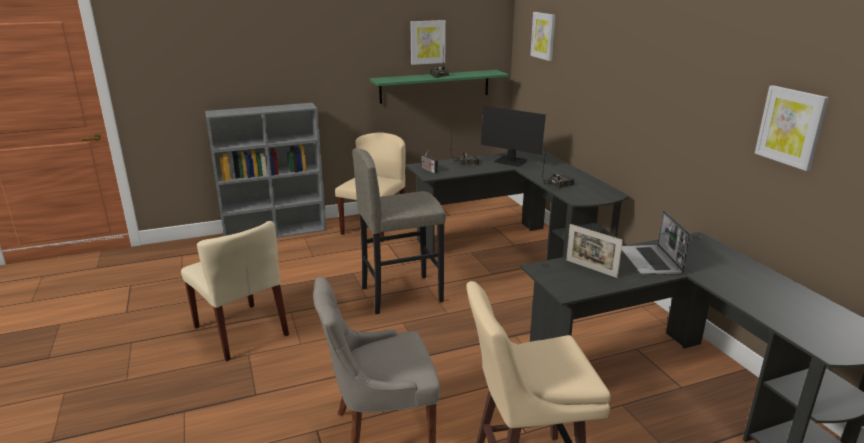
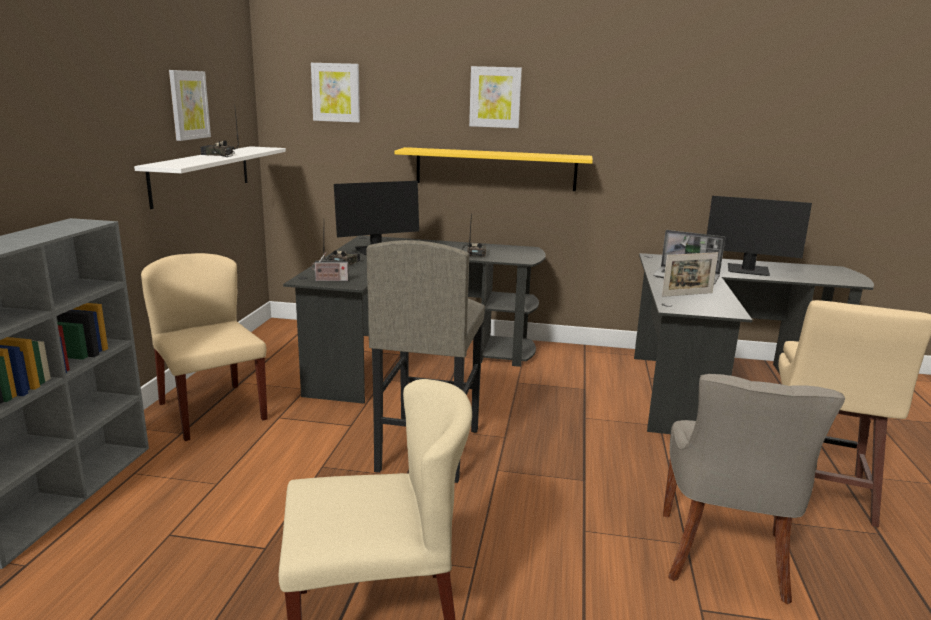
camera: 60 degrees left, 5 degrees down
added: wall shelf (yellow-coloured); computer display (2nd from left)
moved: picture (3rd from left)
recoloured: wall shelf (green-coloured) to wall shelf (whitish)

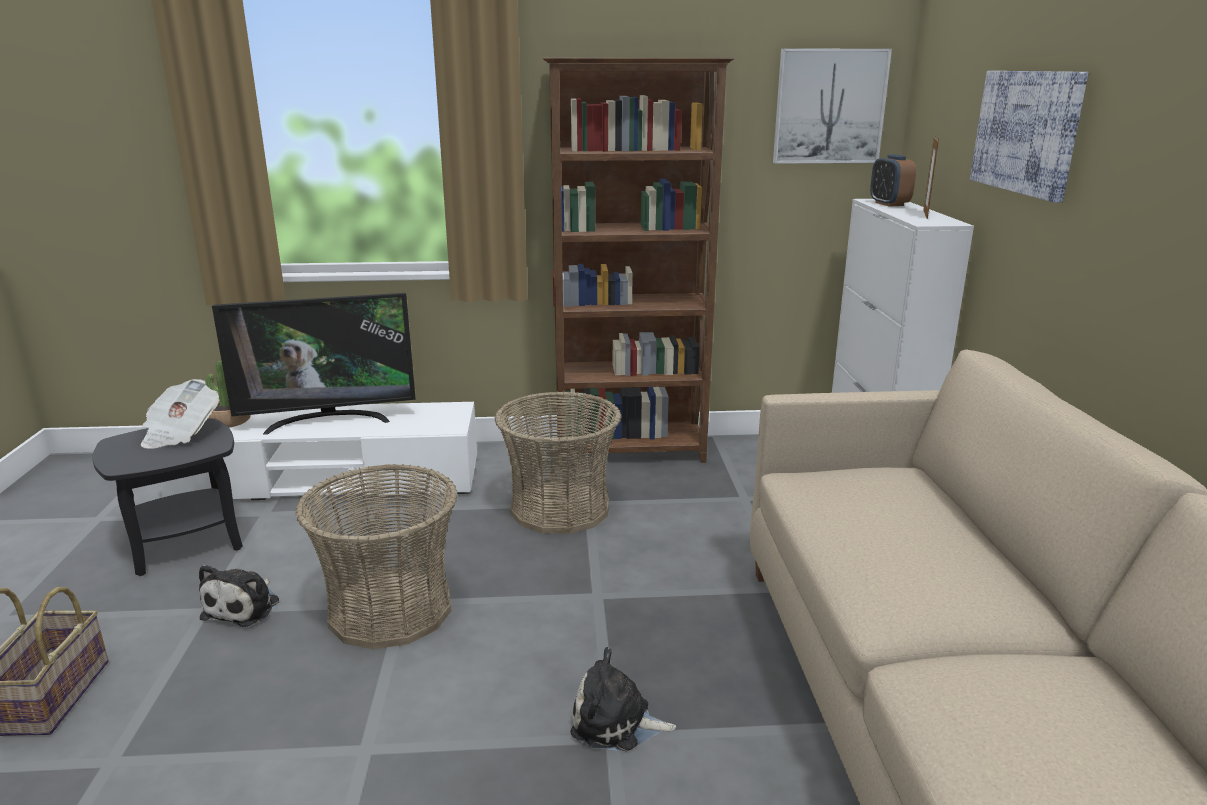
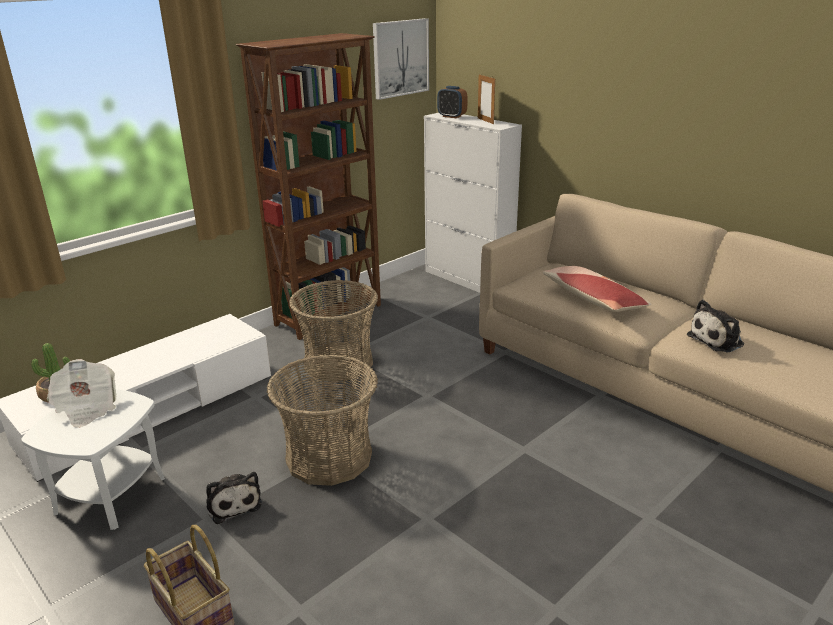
camera: 40 degrees left, 5 degrees up
removed: picture (2nd from left); TV
added: pillow
moved: soft toy (2nd from left)
recoloured: accent table (black) to accent table (whitish)

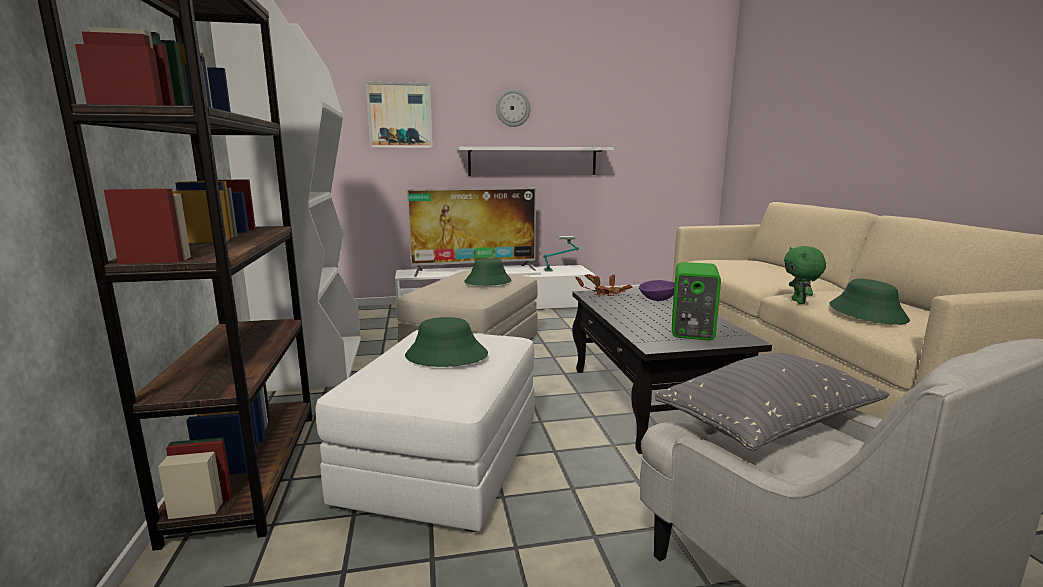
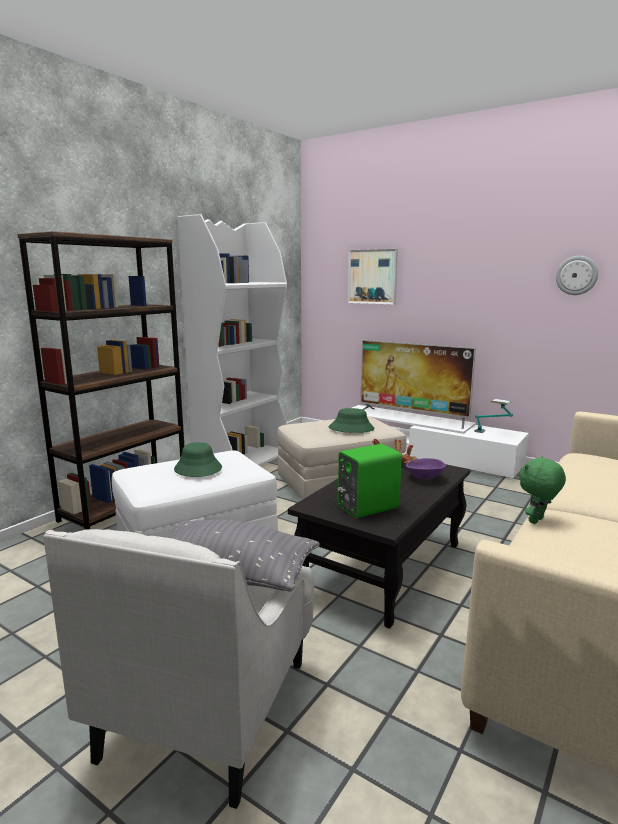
camera: 45 degrees right, 0 degrees up
removed: wall shelf (whitish); hat (green-coloured) (3rd from left)
moved: wall clock

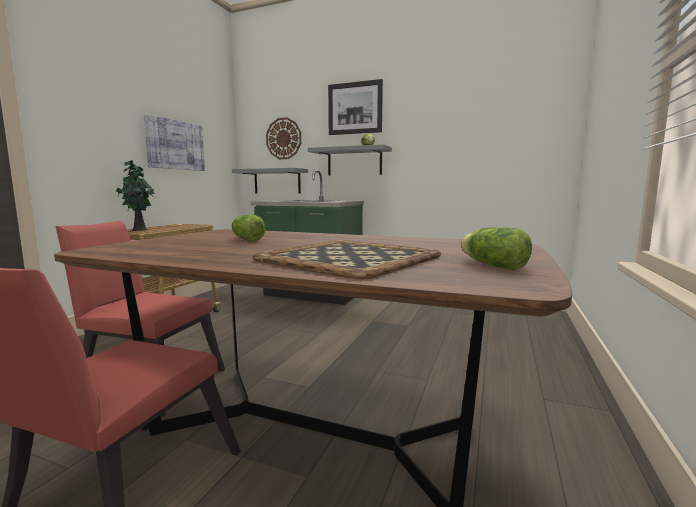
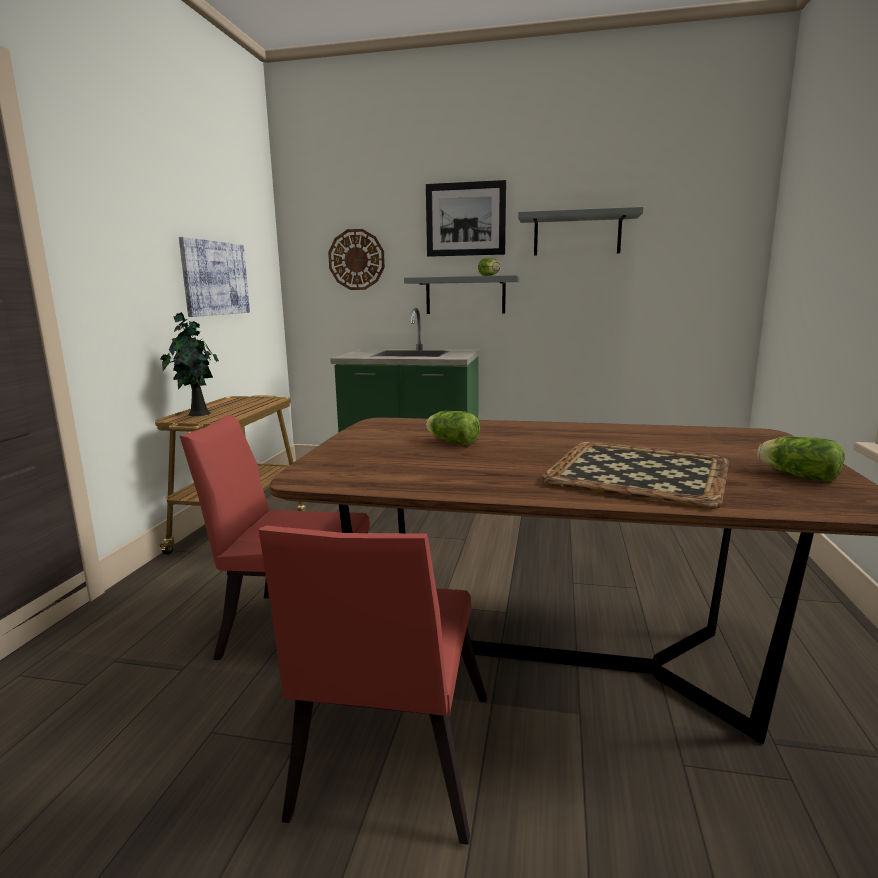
camera: 10 degrees left, 5 degrees up
moved: wall shelf (grey) (1st from left in the first image) to wall shelf (grey) (2nd from left)

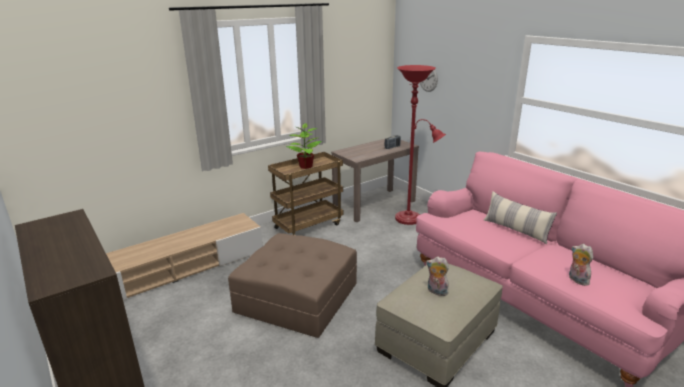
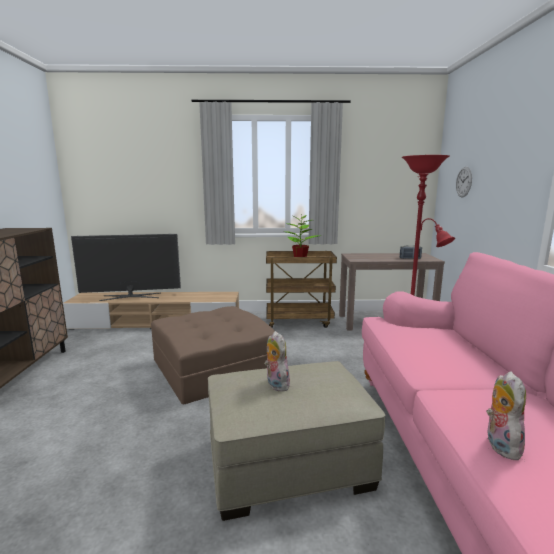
camera: 35 degrees right, 10 degrees down
removed: pillow
added: TV

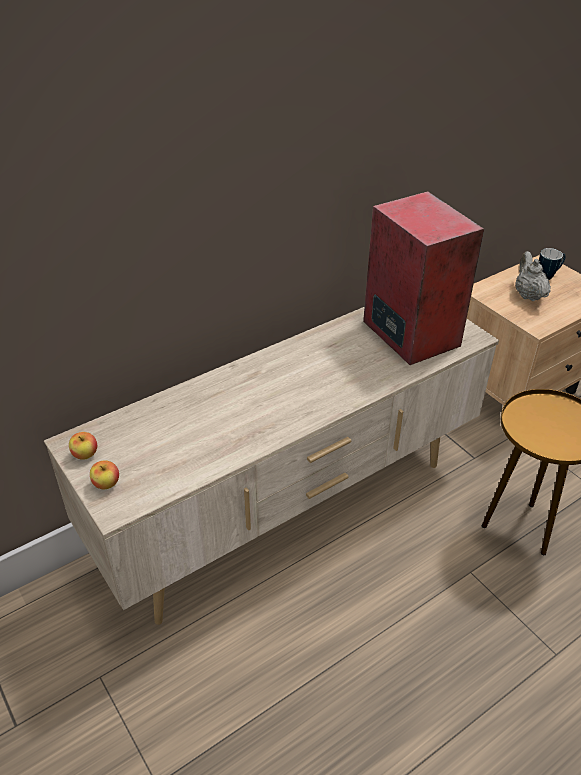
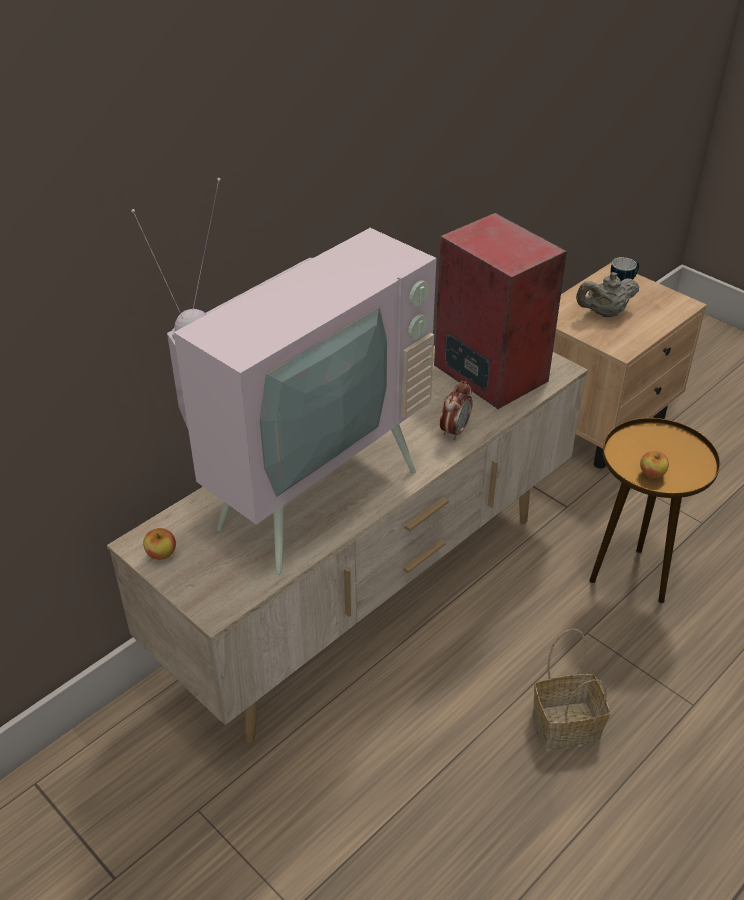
camera: 10 degrees left, 0 degrees up
added: TV; bedside clock; household basket
moved: whole apple (2nd from left)
turned: pot for tea (grey) 90 degrees counterclockwise

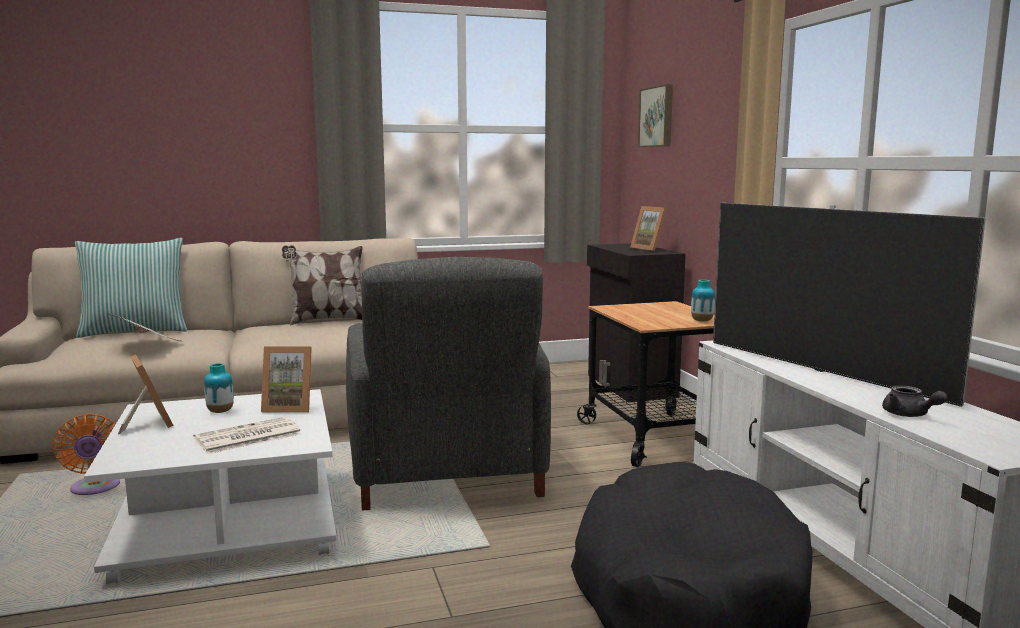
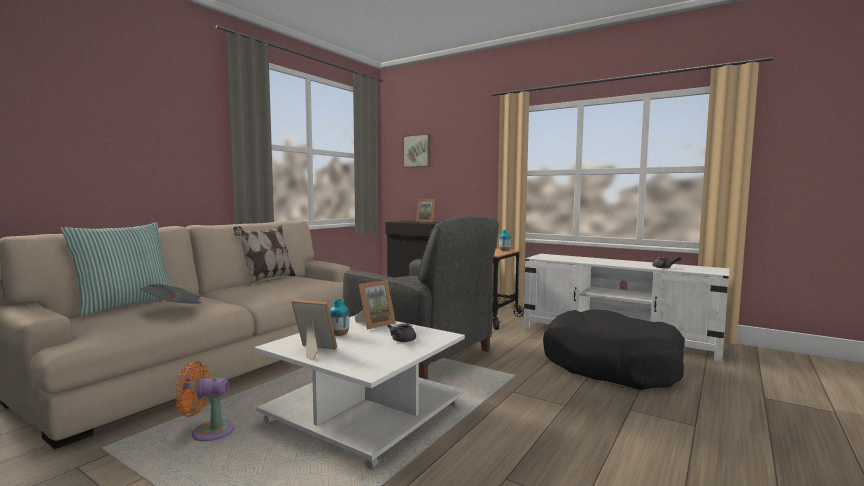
camera: 40 degrees left, 5 degrees down
removed: TV
replaced: newspaper (2nd from left) to pot for tea (grey) (1st from left)
turned: fan (orangey) 150 degrees clockwise

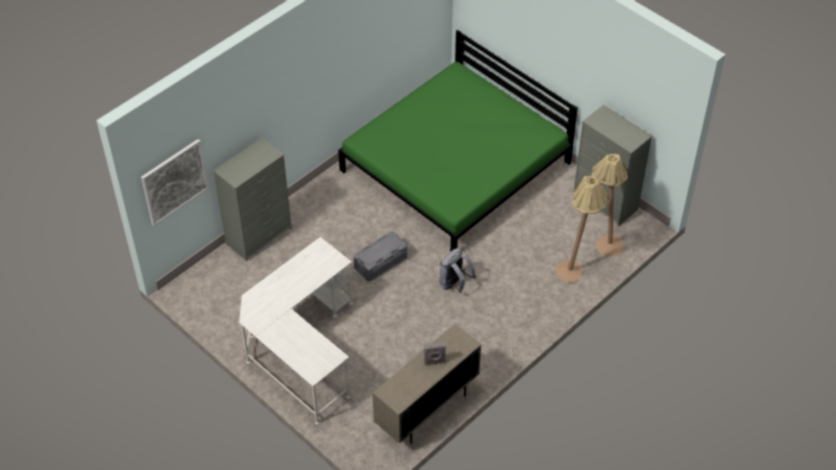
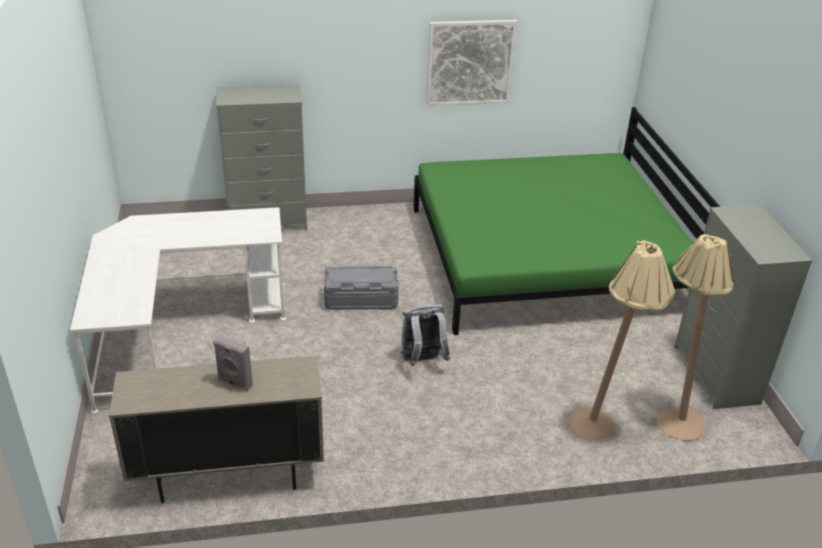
camera: 35 degrees right, 15 degrees down
moved: picture

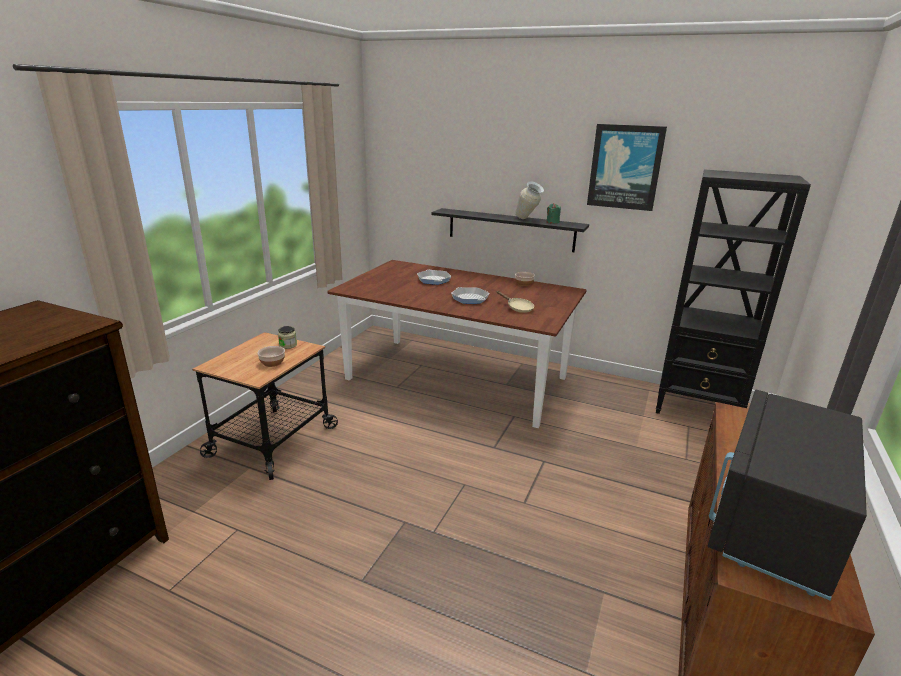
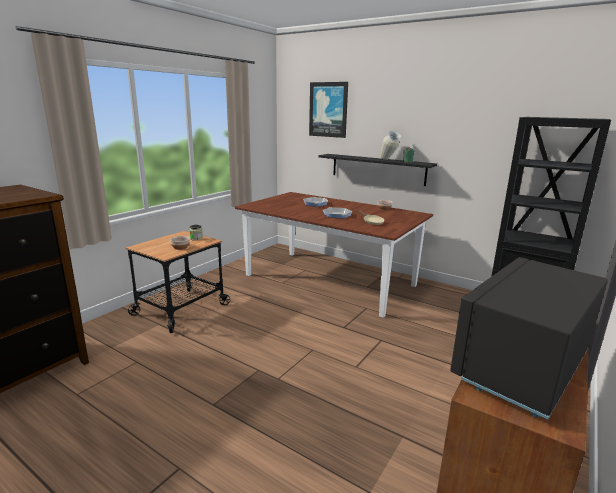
camera: 10 degrees right, 5 degrees down
moved: picture

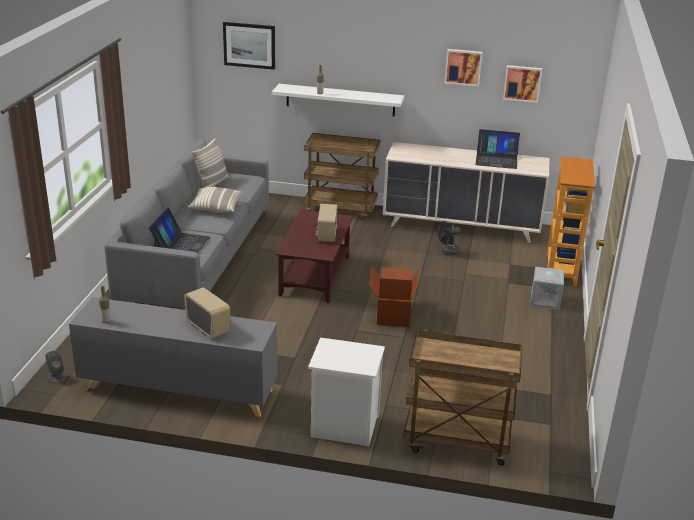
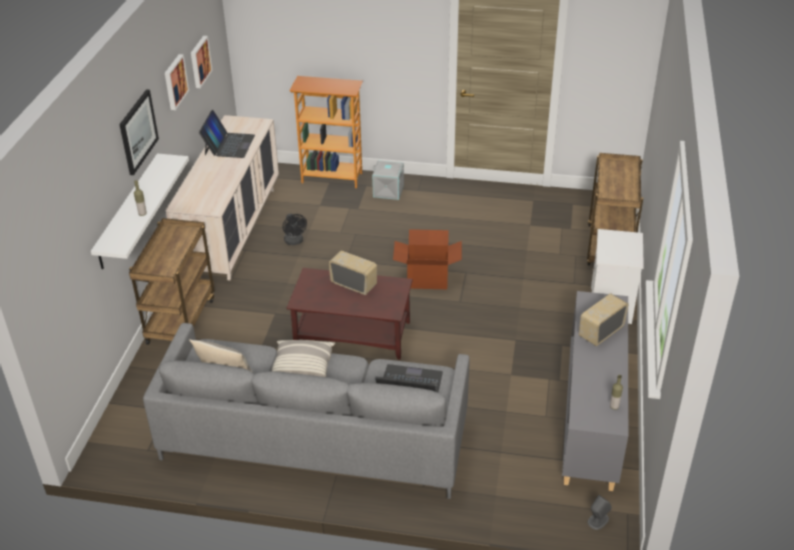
camera: 90 degrees left, 10 degrees up
moved: picture (1st from left)
turned: radio receiver (2nd from left in the first image) 150 degrees counterclockwise

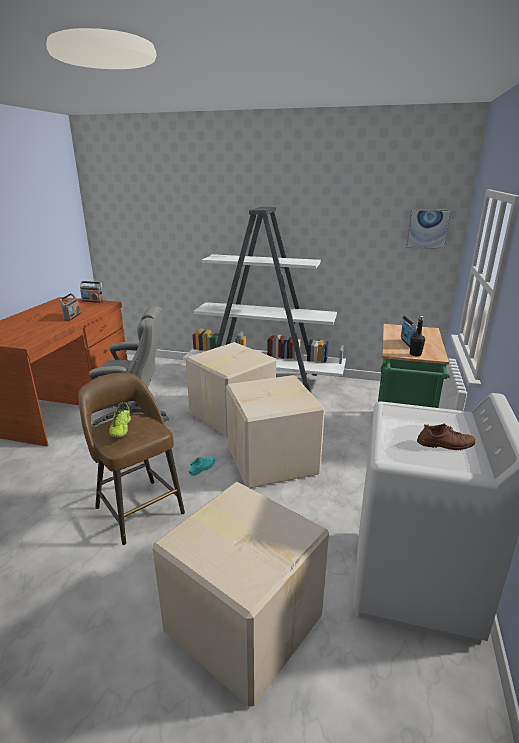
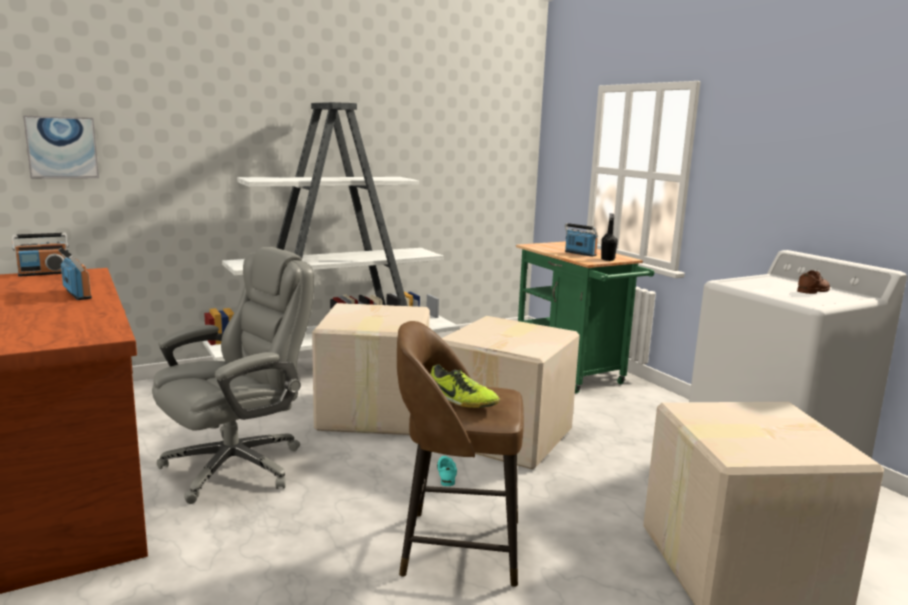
camera: 45 degrees left, 10 degrees down
moved: picture

